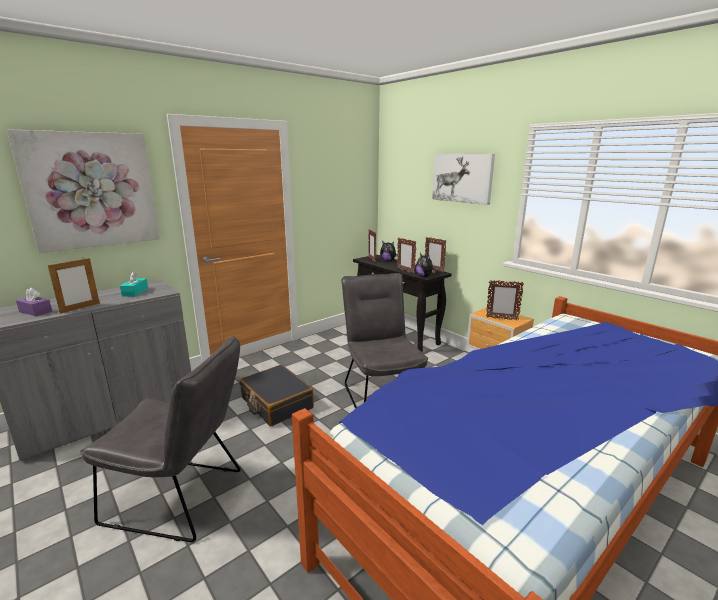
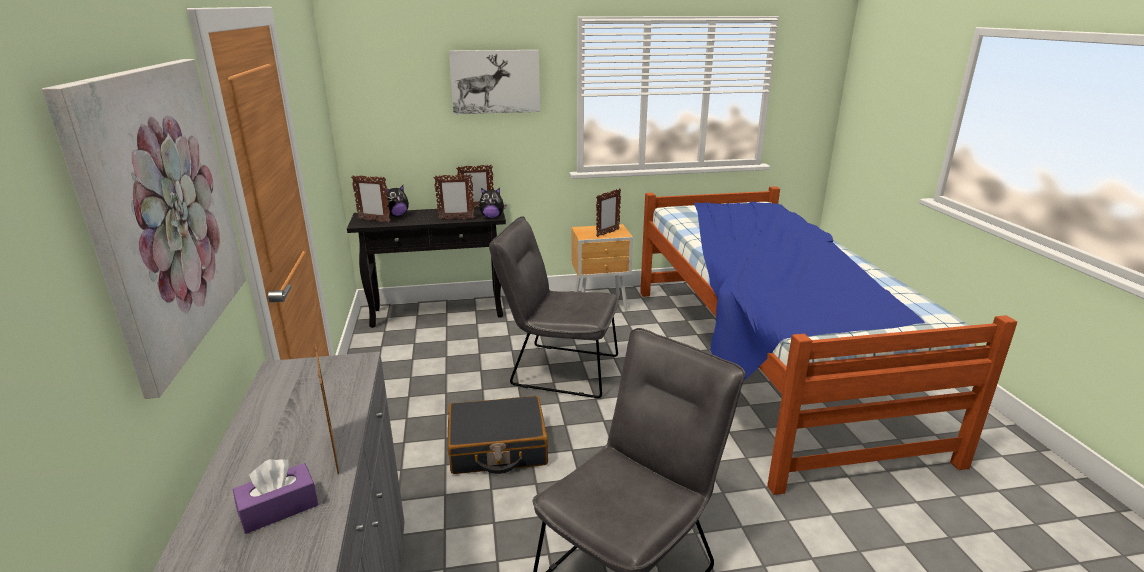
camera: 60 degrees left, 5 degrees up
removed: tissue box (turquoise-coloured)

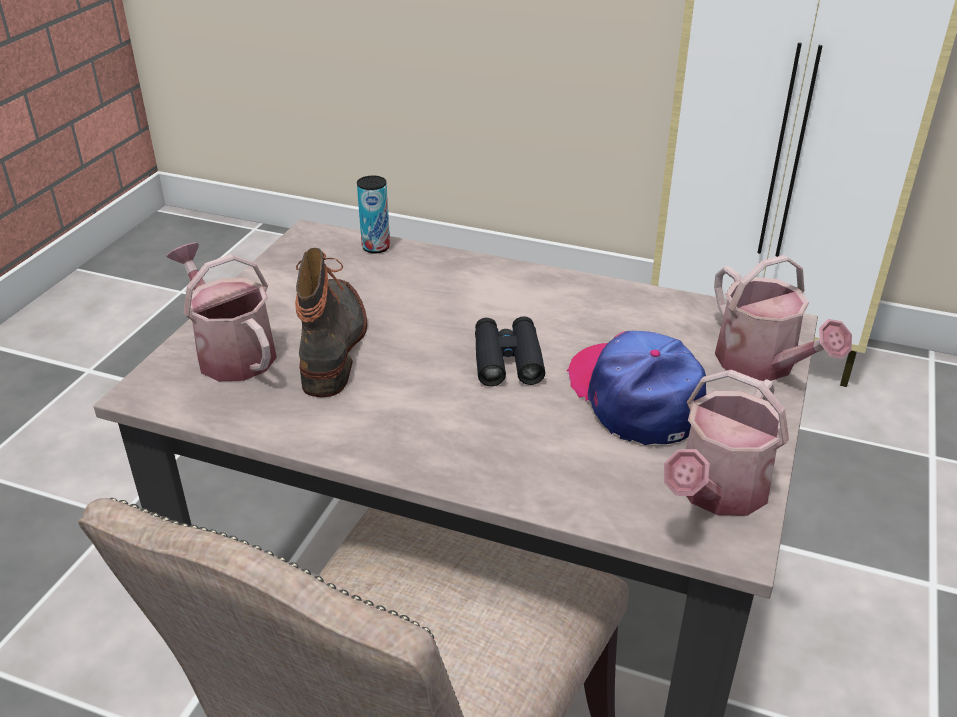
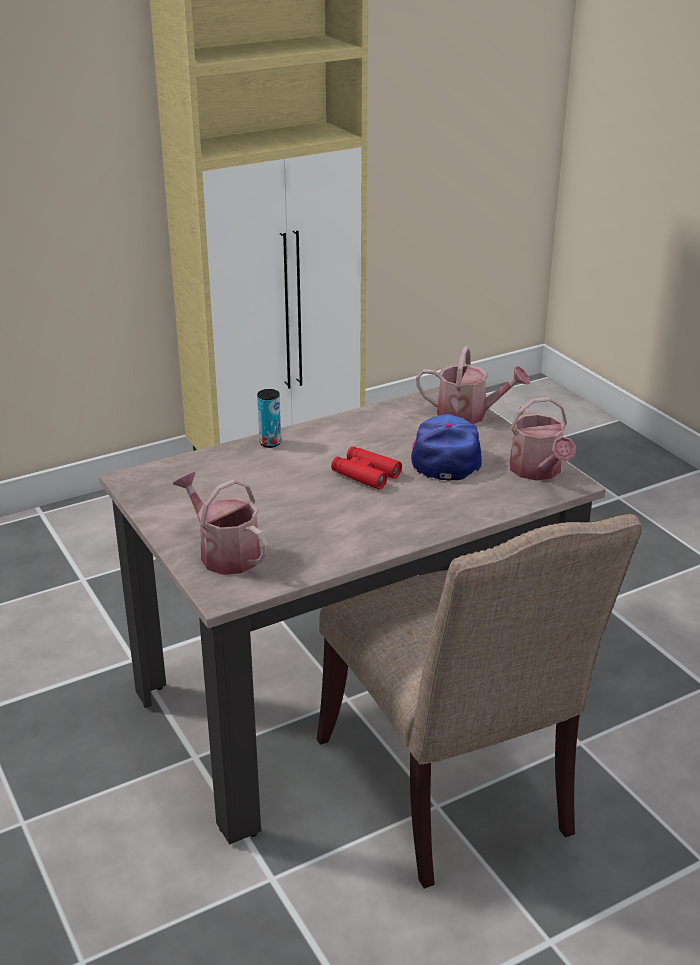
camera: 50 degrees left, 5 degrees down
removed: boot
moved: metal can
recoloured: pair of binoculars (black) to pair of binoculars (reddish)
turned: watering can (1st from left) 45 degrees clockwise; baseball cap 75 degrees clockwise

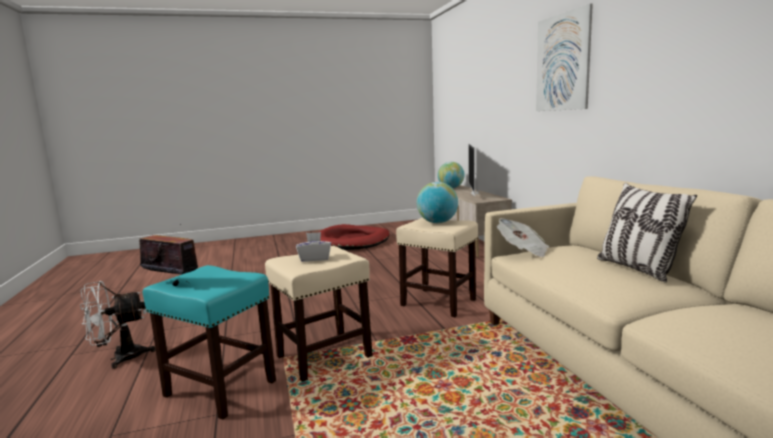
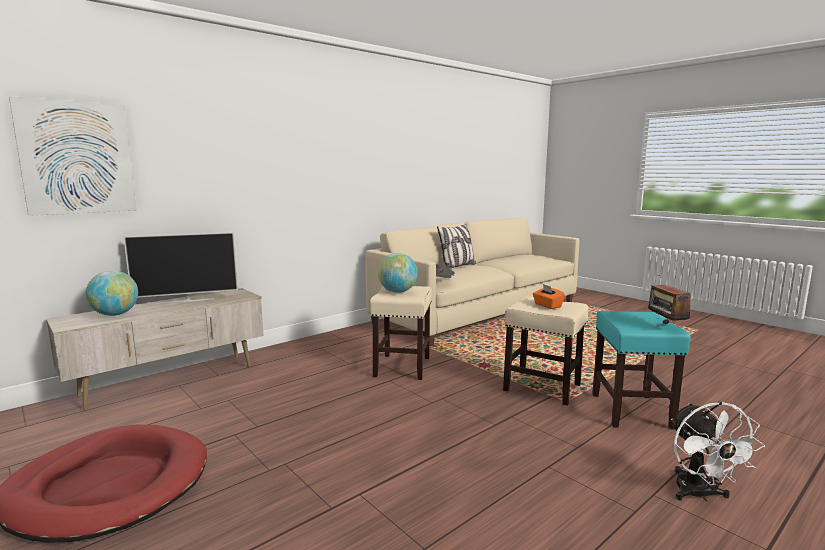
camera: 115 degrees left, 0 degrees up
moved: picture
recoloured: tissue box (whitish) to tissue box (orangey)
turned: fan (whitish) 45 degrees clockwise

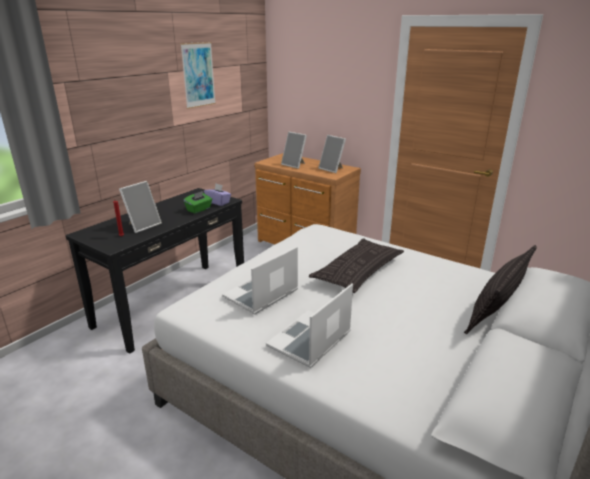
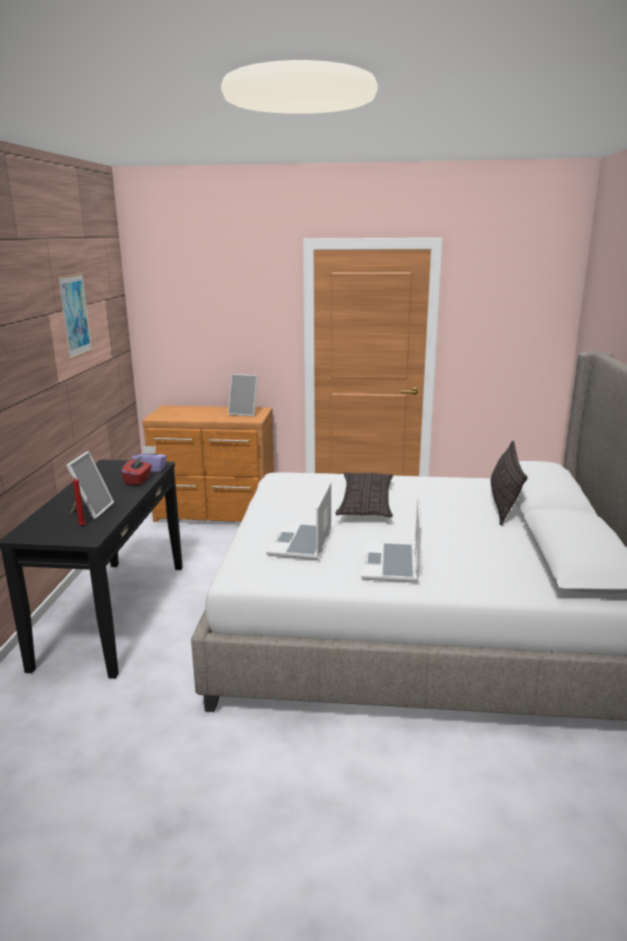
camera: 30 degrees left, 5 degrees down
removed: photo frame (2nd from left)
recoloured: tissue box (green-coloured) to tissue box (reddish)

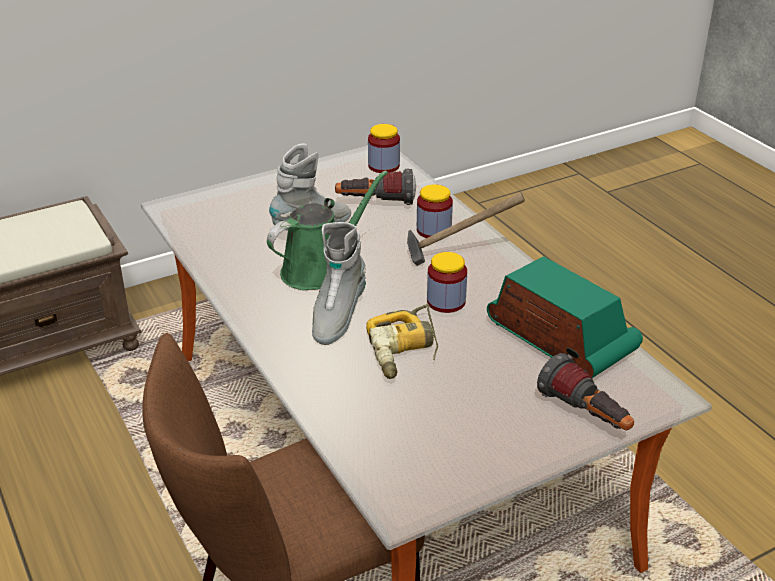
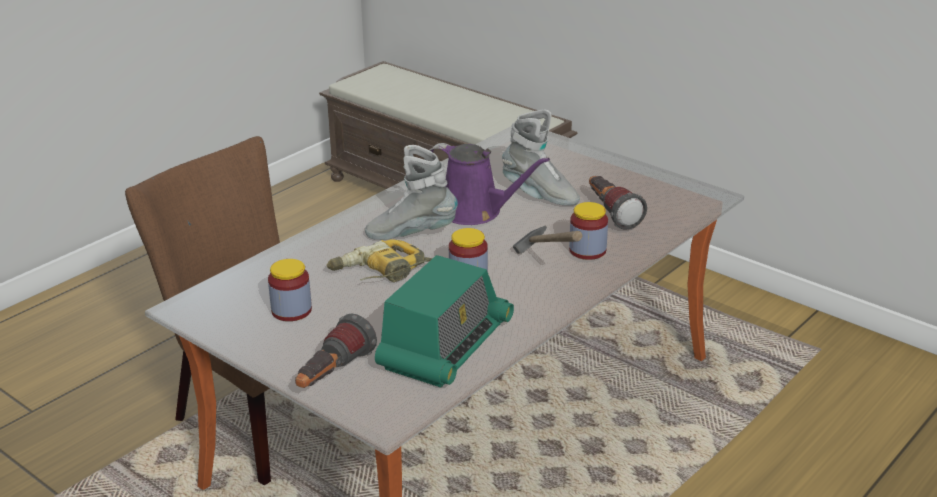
camera: 70 degrees right, 5 degrees down
moved: preserve jar (1st from left)
recoloured: watering can (green-coloured) to watering can (purple-coloured)

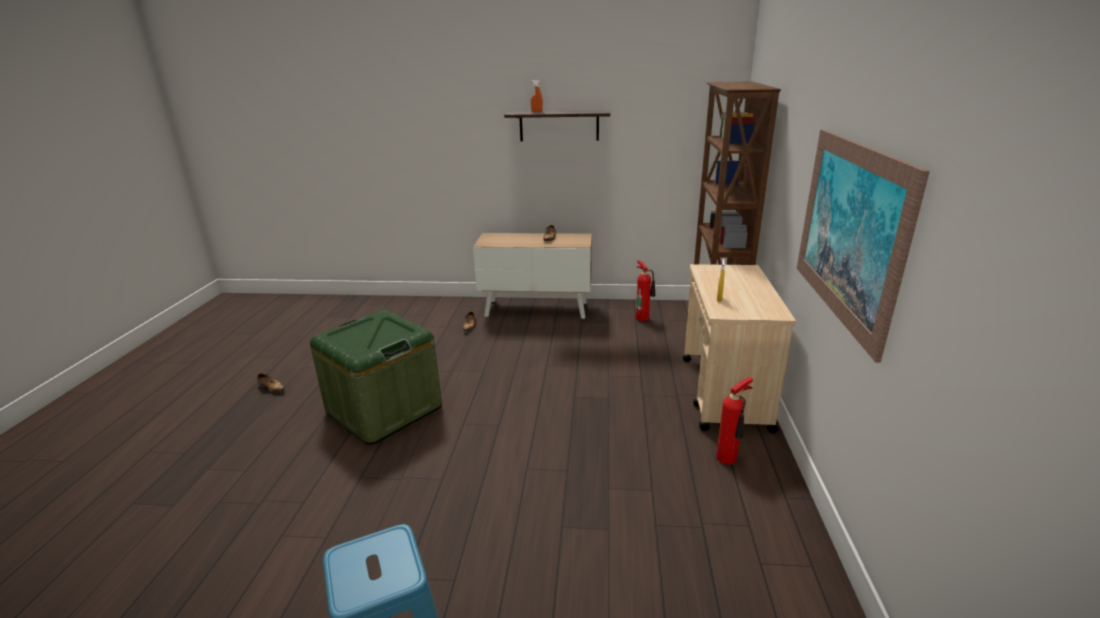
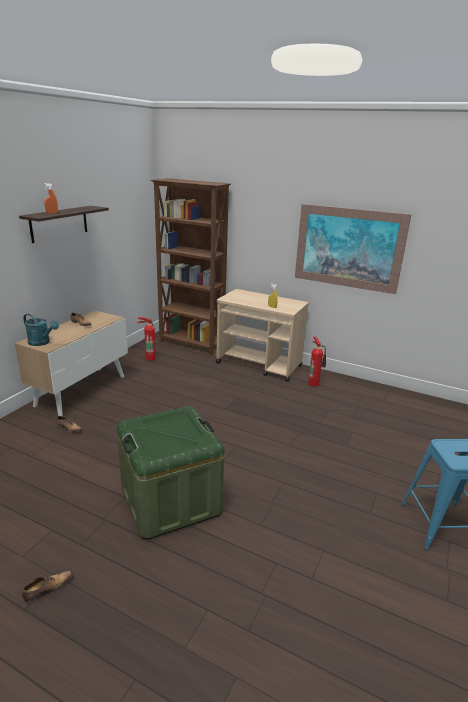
camera: 70 degrees left, 0 degrees up
added: watering can (turquoise-coloured)

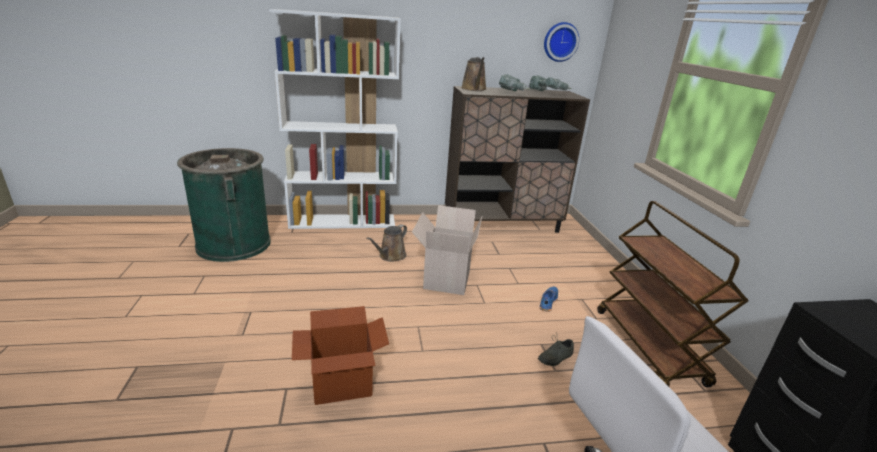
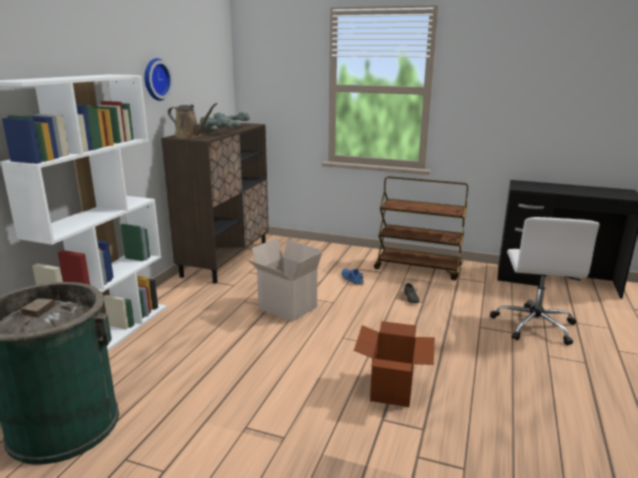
camera: 60 degrees left, 5 degrees down
removed: watering can (brown) (1st from left)
moved: wall clock

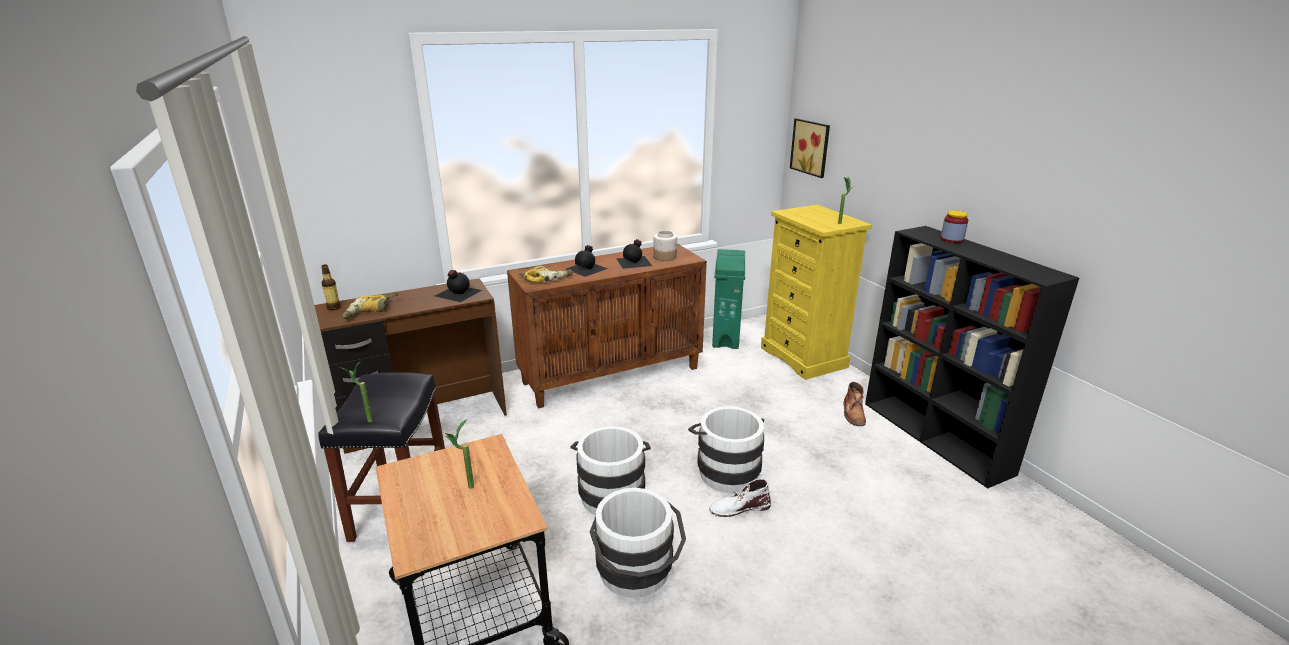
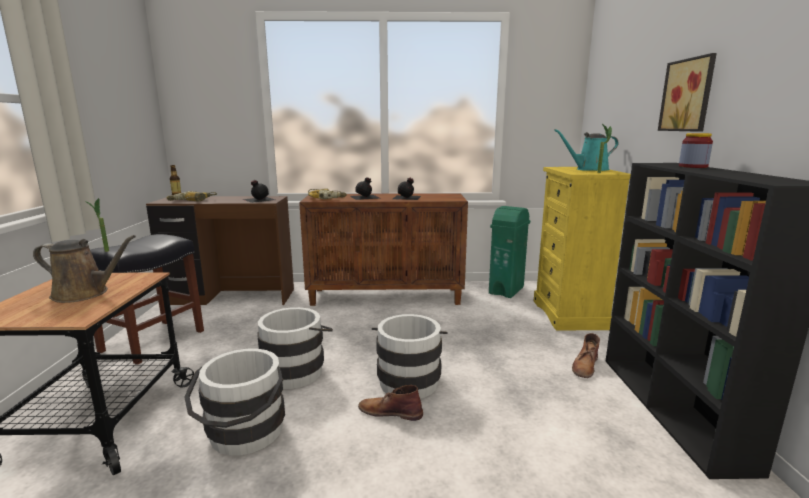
camera: 25 degrees right, 10 degrees down
removed: preserve jar (1st from left)
added: watering can (turquoise-coloured)
moved: picture
replaced: plant in a pot (2nd from left) to watering can (brown)
recoloured: boot (whitish) to boot (brown) (1st from left)

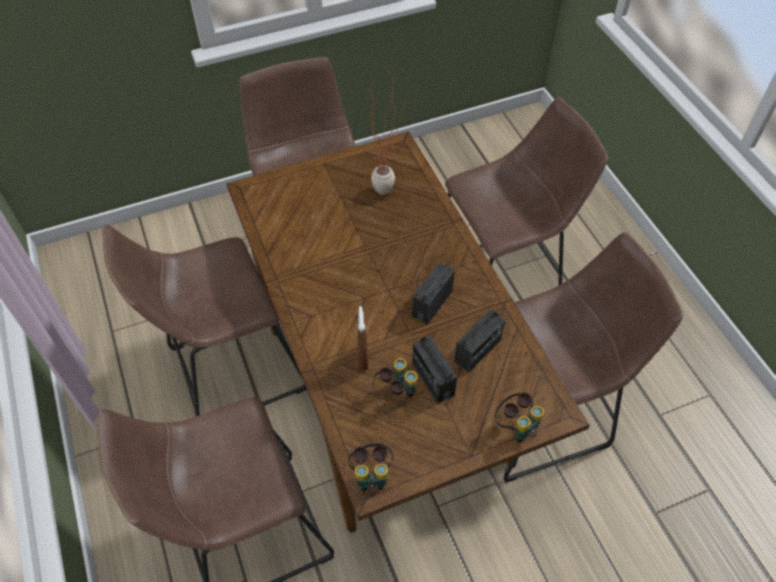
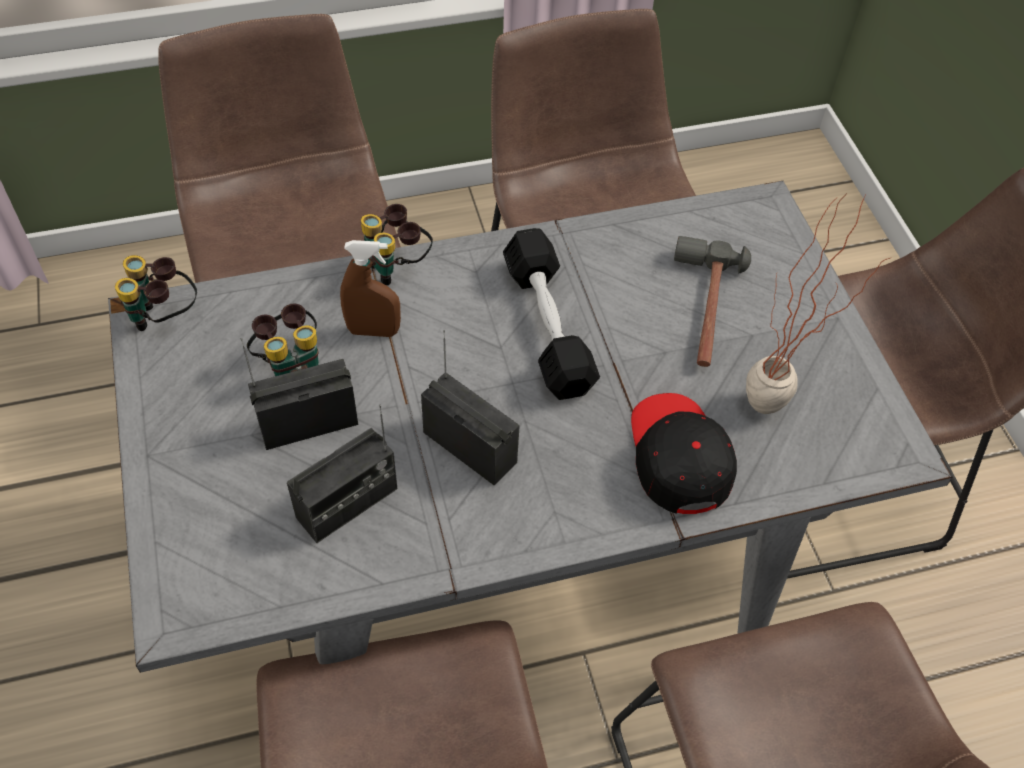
camera: 95 degrees right, 0 degrees up
added: hand weight (black); hand hammer; baseball cap (black)
moved: pair of binoculars (3rd from left)
recoloured: dining table (brown) to dining table (grey)
turned: radio receiver (3rd from left in the first image) 90 degrees counterclockwise

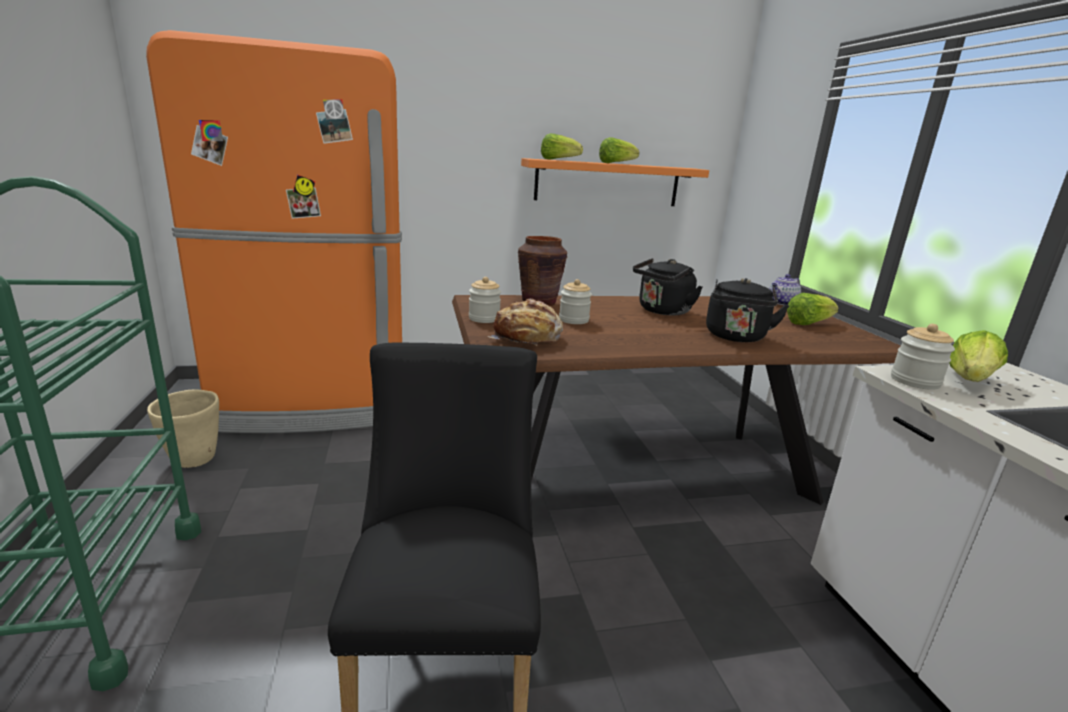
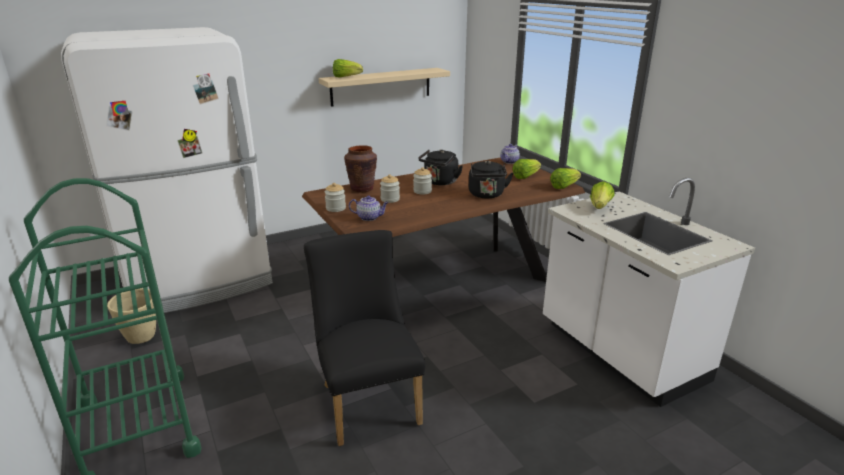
camera: 15 degrees left, 5 degrees up
moved: lettuce head (2nd from left in the first image) to lettuce head (3rd from left); preserve jar (3rd from left)
replaced: baked bread to pot for tea (1st from left)
recoloured: kitchen fridge (orangey) to kitchen fridge (whitish); wall shelf (orangey) to wall shelf (sand-coloured)

